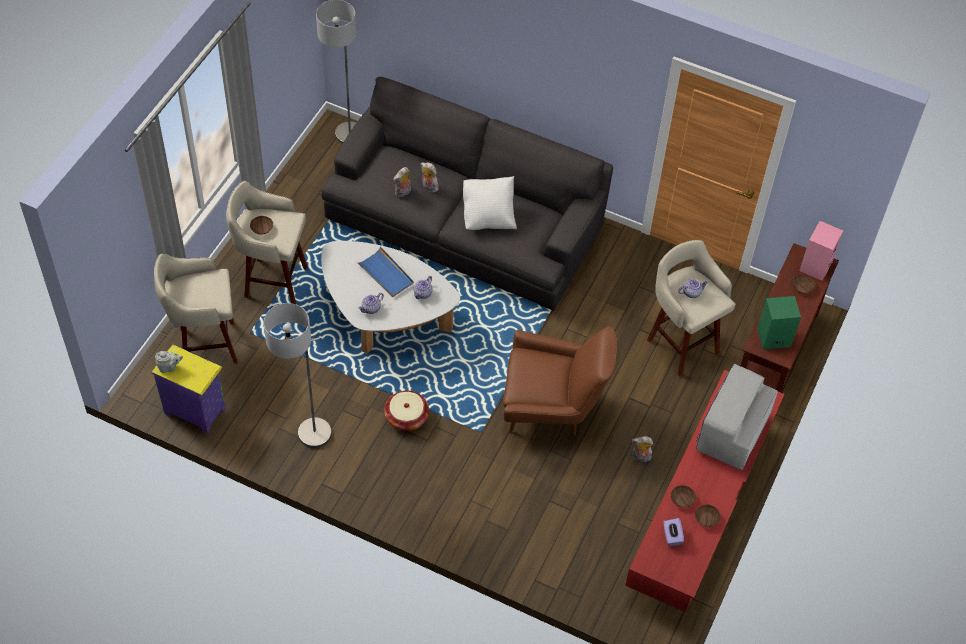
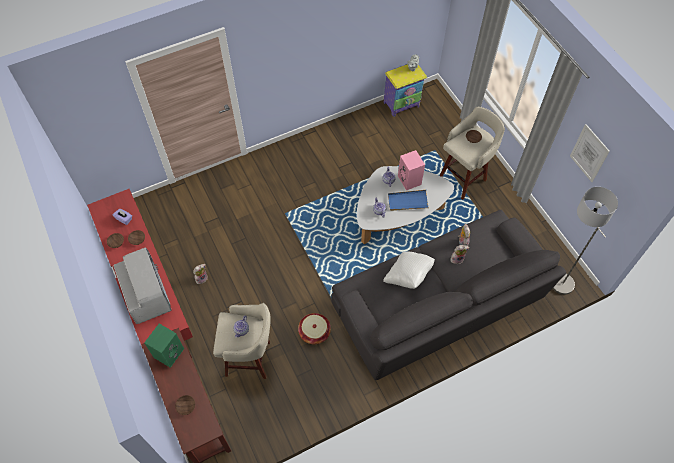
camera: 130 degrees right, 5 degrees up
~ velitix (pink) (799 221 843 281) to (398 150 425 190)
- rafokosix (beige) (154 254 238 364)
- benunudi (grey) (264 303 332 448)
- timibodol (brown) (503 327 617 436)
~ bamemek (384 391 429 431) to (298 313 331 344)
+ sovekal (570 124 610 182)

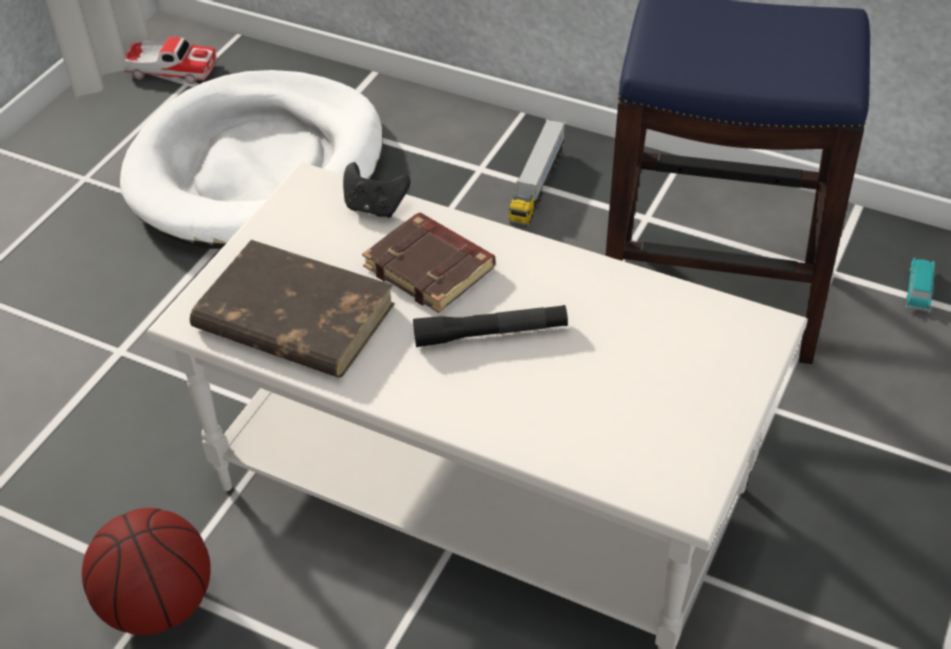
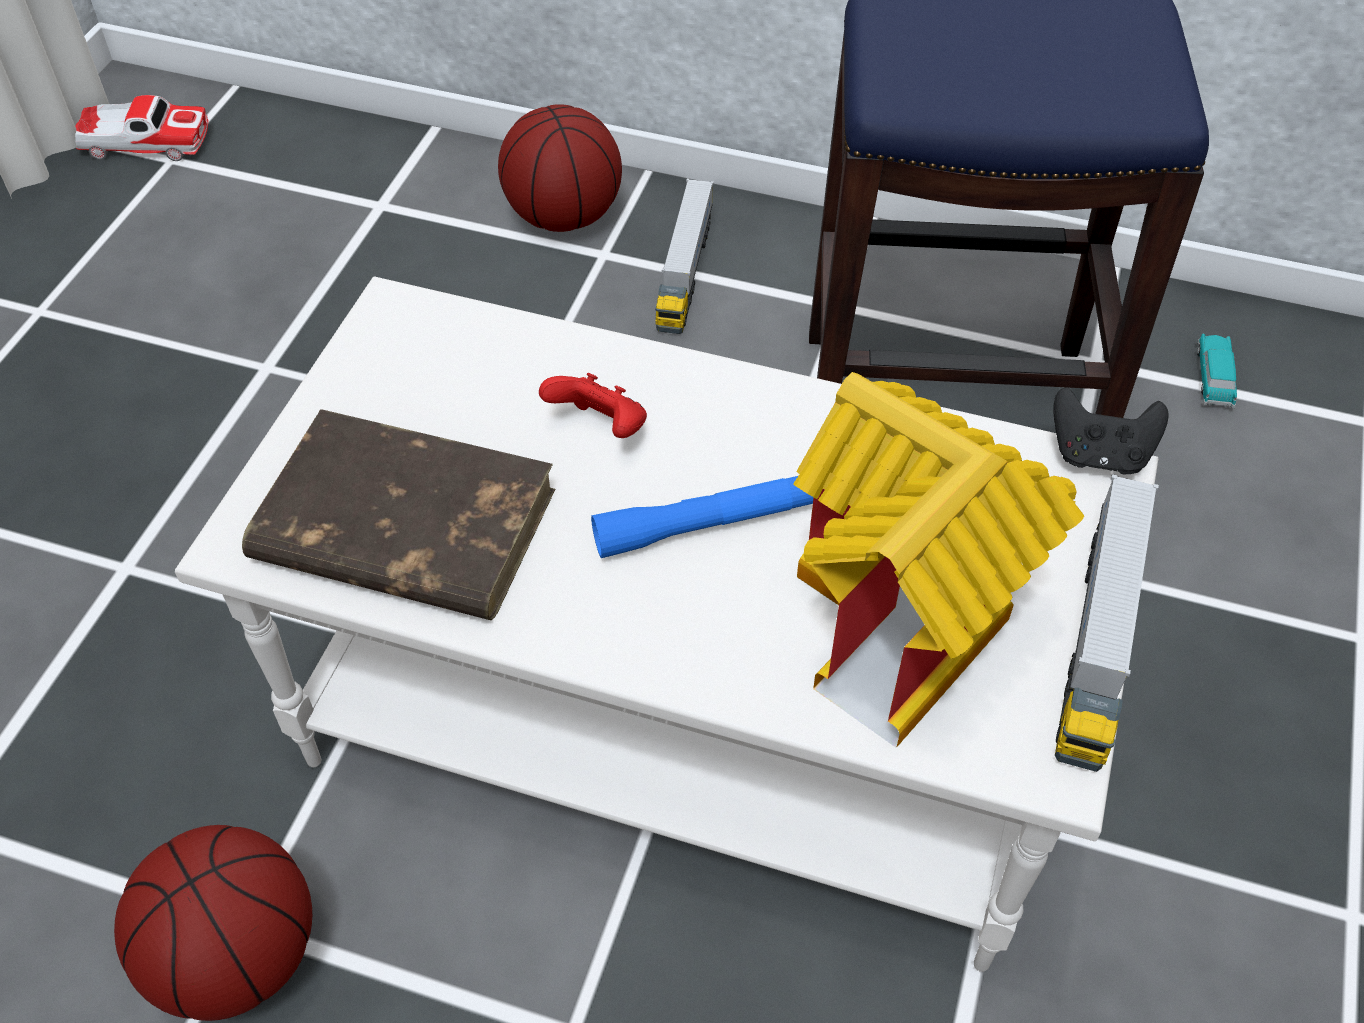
camera: 10 degrees left, 5 degrees up
- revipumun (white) (120 70 382 249)
~ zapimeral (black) (343 162 410 218) to (1053 387 1169 474)
~ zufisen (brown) (362 213 495 313) to zapimeral (red) (539 373 647 438)
~ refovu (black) (413 305 568 347) to refovu (blue) (591 476 814 558)
+ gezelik (498 104 622 232)
+ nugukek (793 372 1084 748)
+ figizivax (1055 474 1159 772)

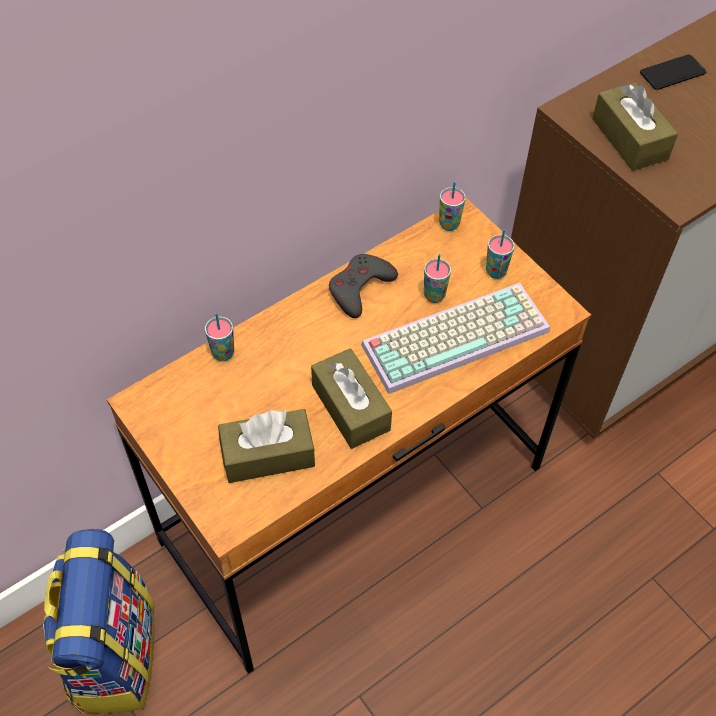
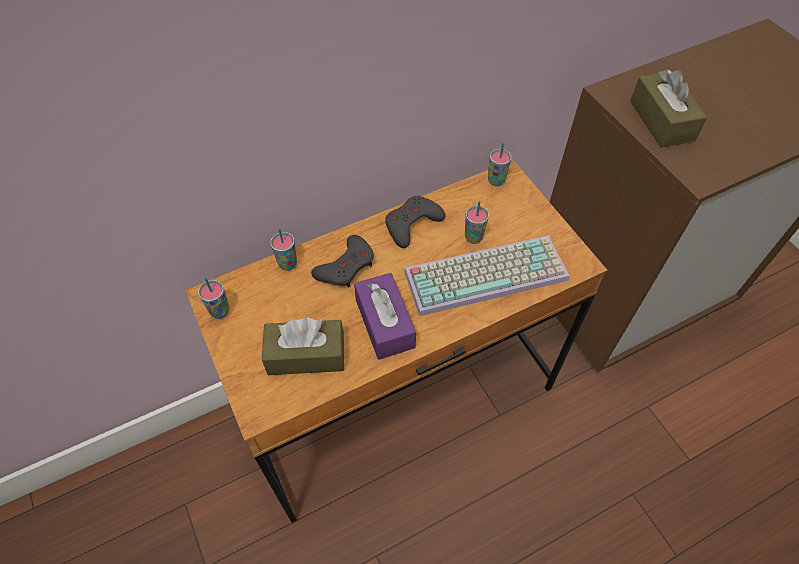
camera: 10 degrees right, 0 degrees up
- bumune (640 54 706 90)
~ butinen (486 230 515 279) to (198 278 230 319)
~ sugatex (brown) (311 349 392 449) to sugatex (purple) (354 273 416 360)
- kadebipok (43 529 154 714)
+ zapimeral (grey) (311 235 374 288)

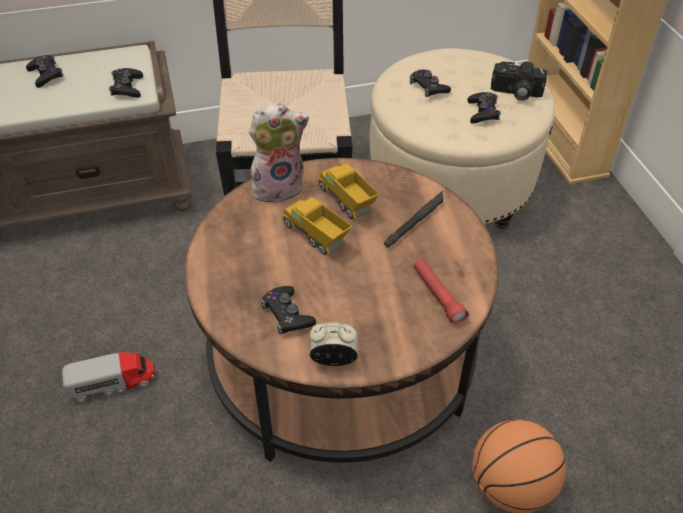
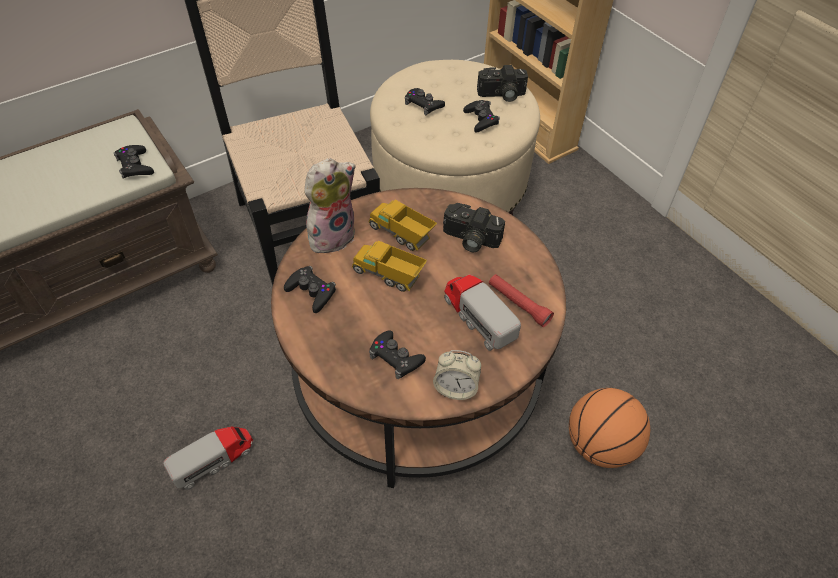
camera: 20 degrees left, 5 degrees up
~ zapimeral (black) (26 55 64 88) to (284 266 336 313)
~ refovu (black) (384 191 443 248) to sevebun (443 203 505 252)
~ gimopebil (310 322 359 366) = (433 350 481 400) 150 degrees counterclockwise
+ figizivax (444 274 521 351)

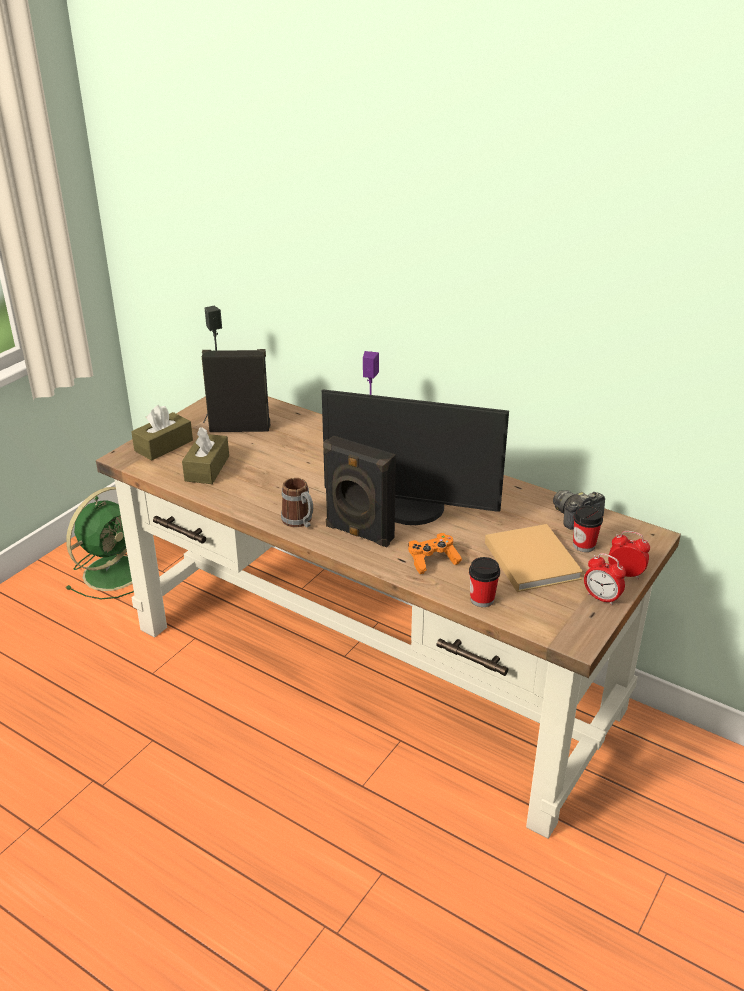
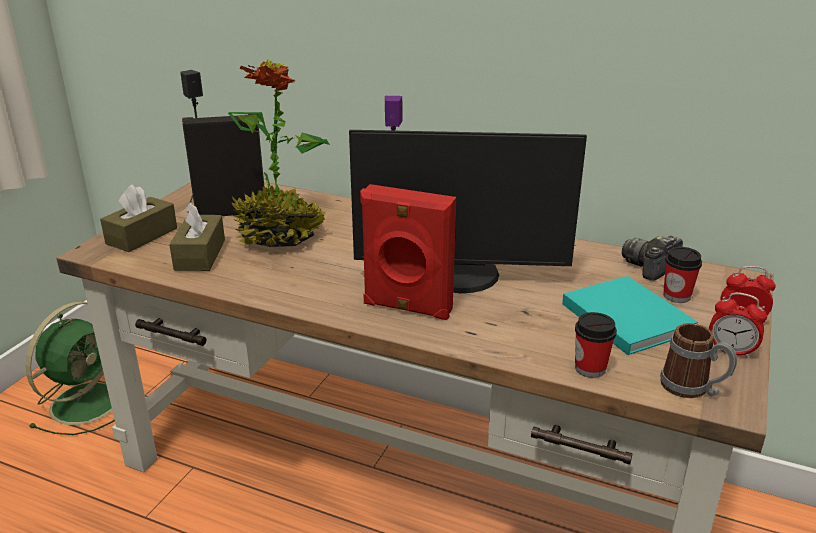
camera: 10 degrees left, 5 degrees down
~ velitix (black) (323 435 396 547) to velitix (red) (360 184 456 320)
~ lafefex (281 478 313 527) to (660 323 737 398)
~ zufisen (beige) (485 524 583 592) to zufisen (turquoise) (562 276 698 355)
- zapimeral (orange) (408 533 462 574)
+ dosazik (228 59 330 247)

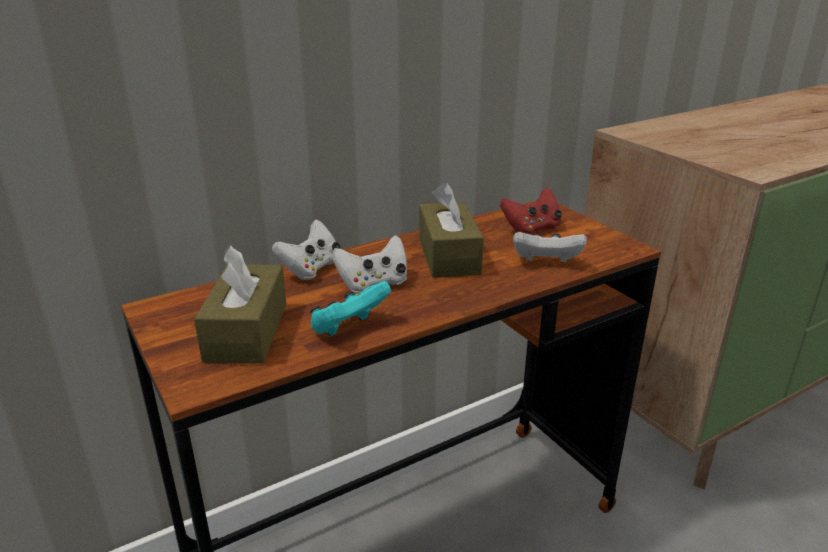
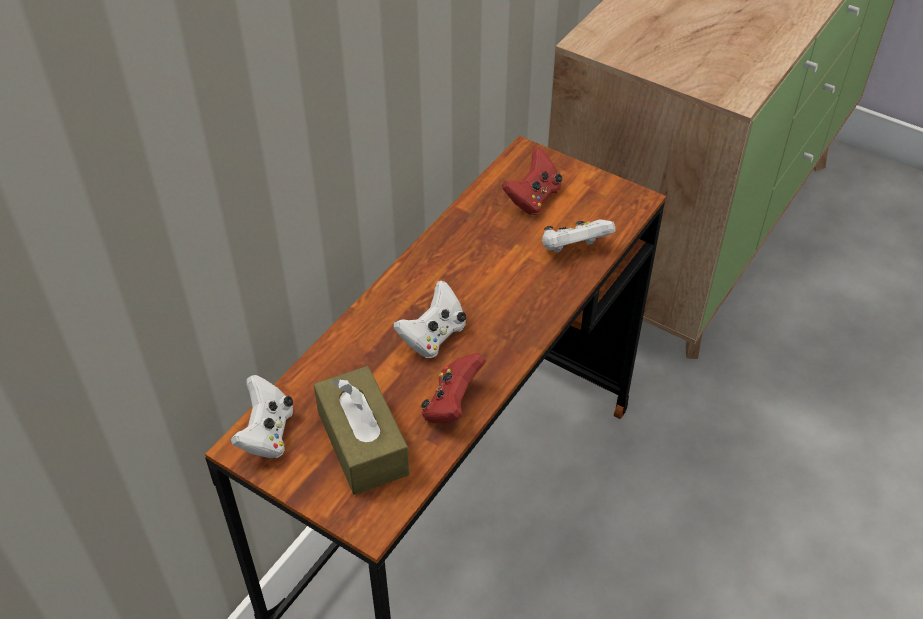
camera: 25 degrees left, 20 degrees up
- sugatex (brown) (419 182 484 278)
~ zapimeral (white) (272 219 341 280) to (230 375 293 458)
~ zapimeral (turquoise) (310 281 392 336) to zapimeral (red) (421 353 486 424)

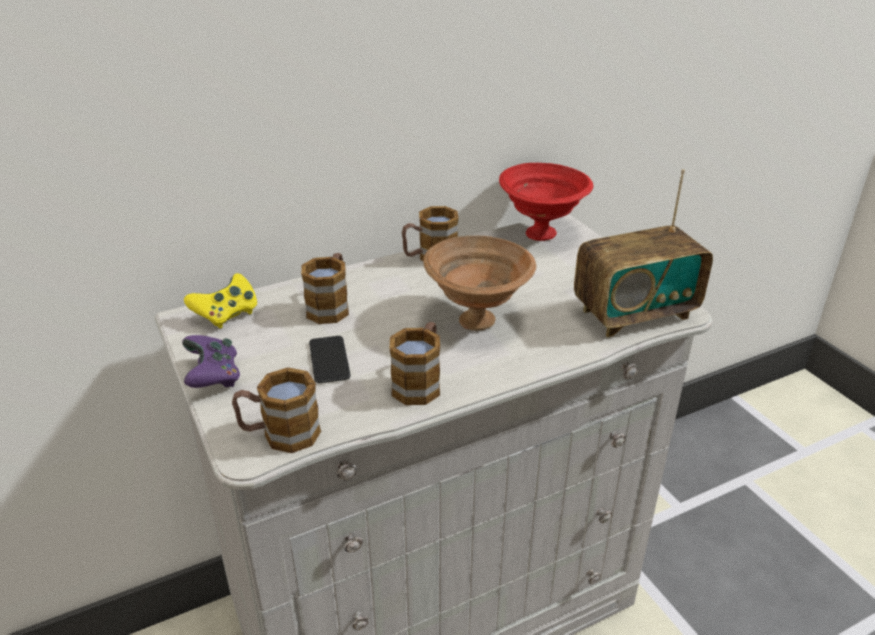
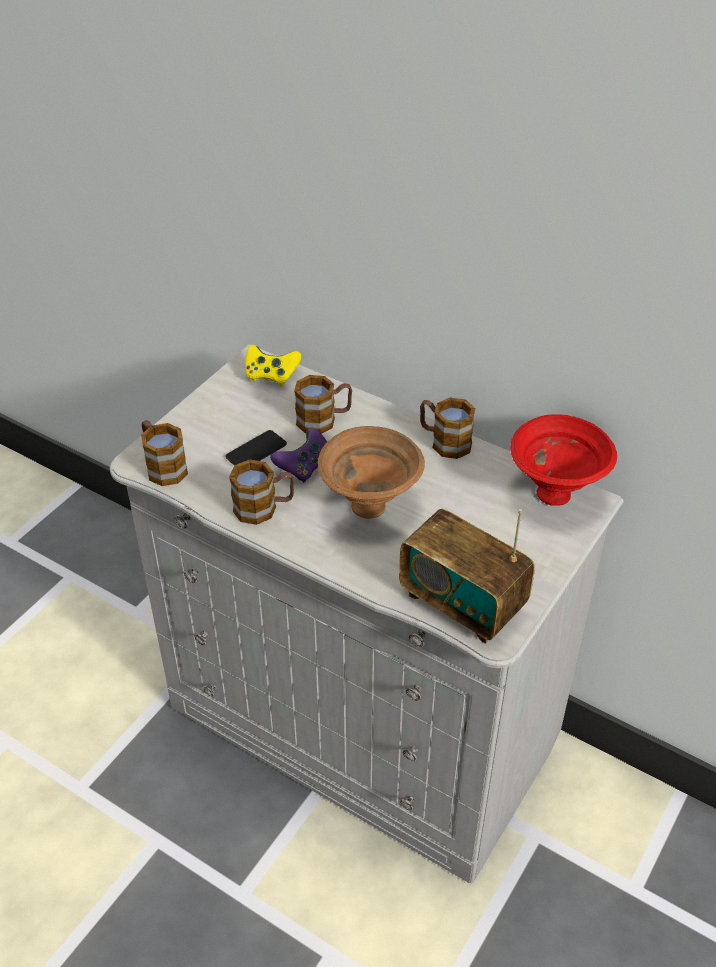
camera: 60 degrees right, 10 degrees up
~ zapimeral (purple) (182 335 240 388) to (270 428 327 483)

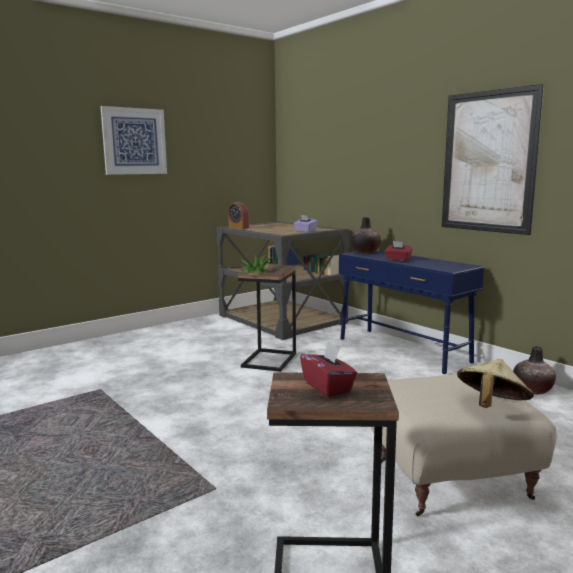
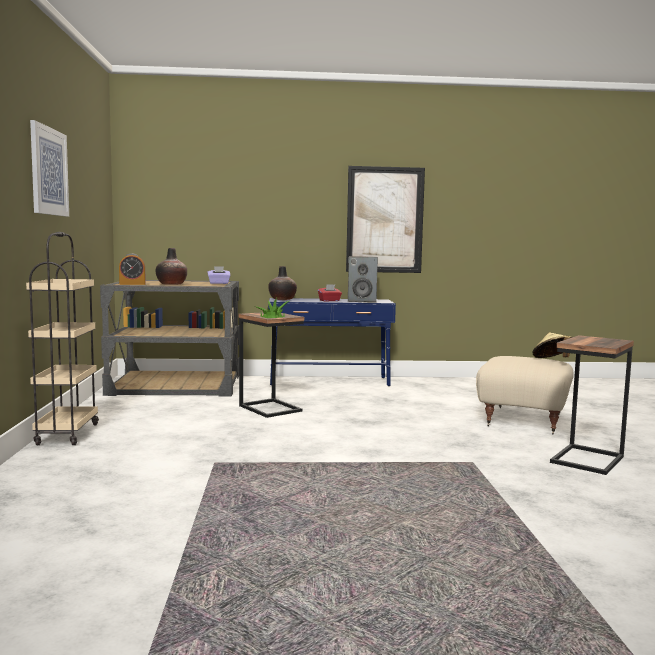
camera: 55 degrees left, 5 degrees down
- sugatex (red) (300 343 357 397)
~ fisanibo (513 346 556 394) to (156 248 187 285)
+ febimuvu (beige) (26 232 99 445)
+ velitix (348 256 378 303)

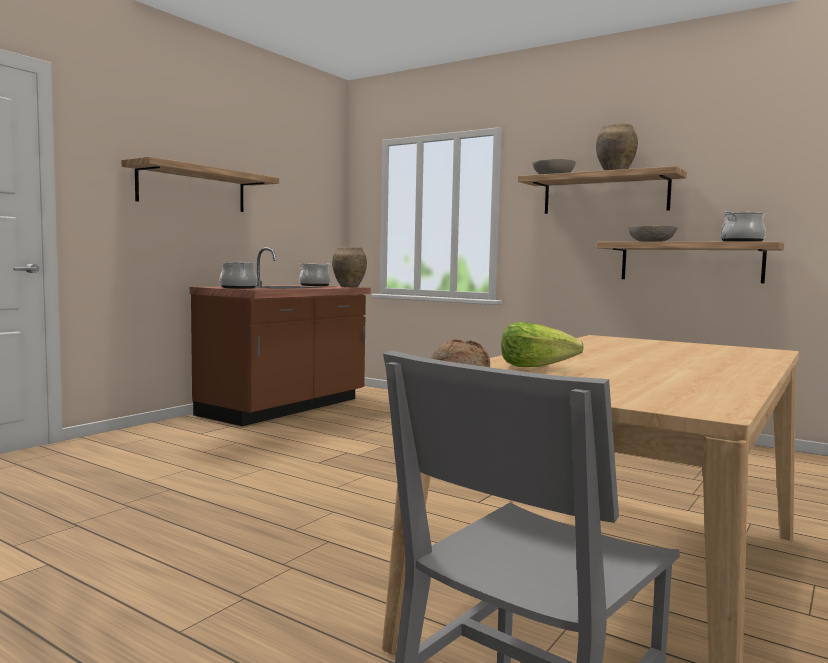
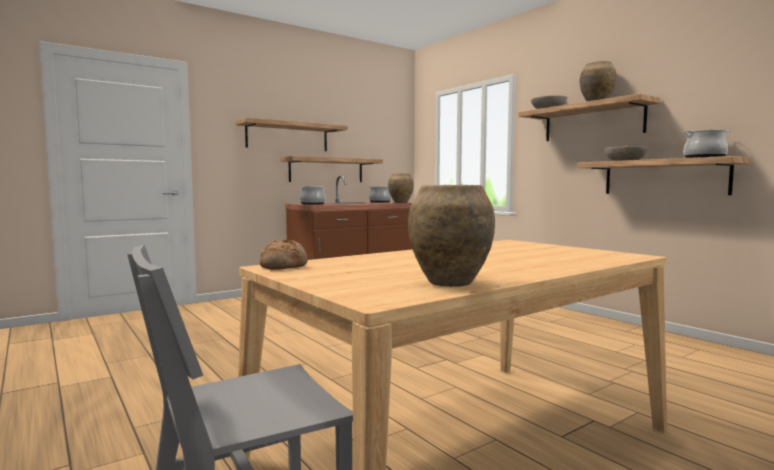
camera: 20 degrees right, 0 degrees up
- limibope (501 322 584 367)
+ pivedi (280 156 383 182)
+ fisanibo (brown) (408 185 495 287)

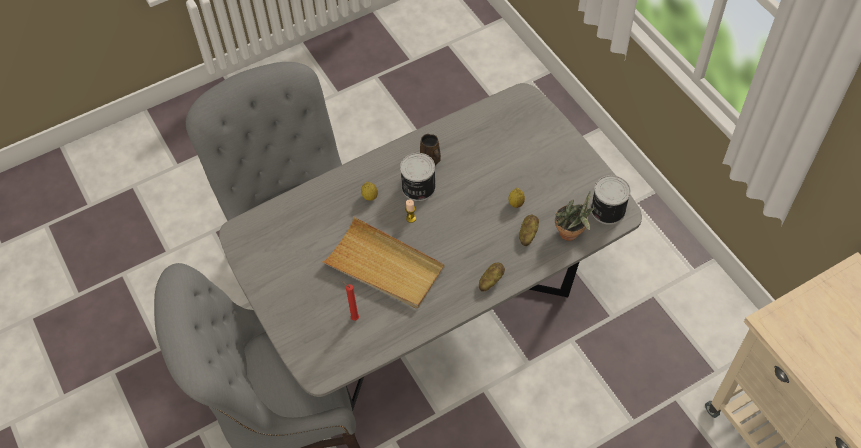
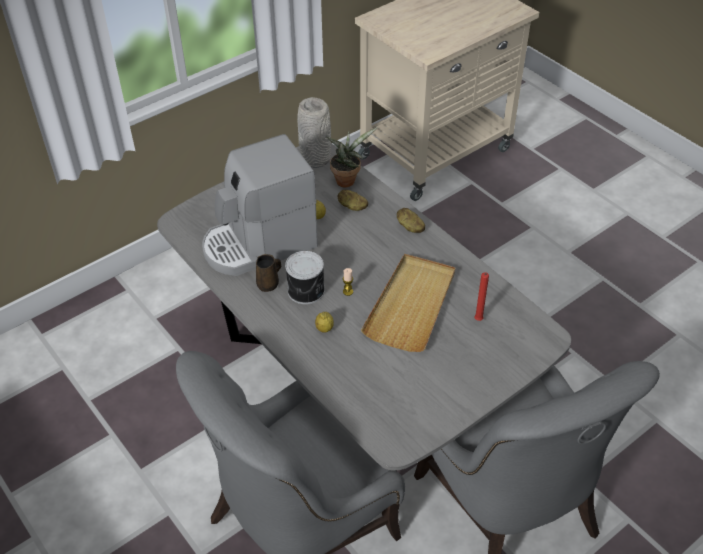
camera: 100 degrees left, 10 degrees down
~ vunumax (591 175 631 225) to fisanibo (grey) (297 97 331 168)
+ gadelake (202 134 318 276)

